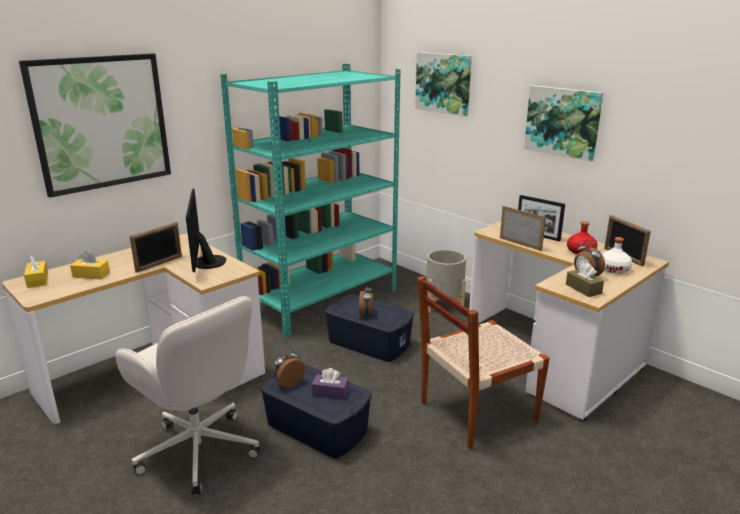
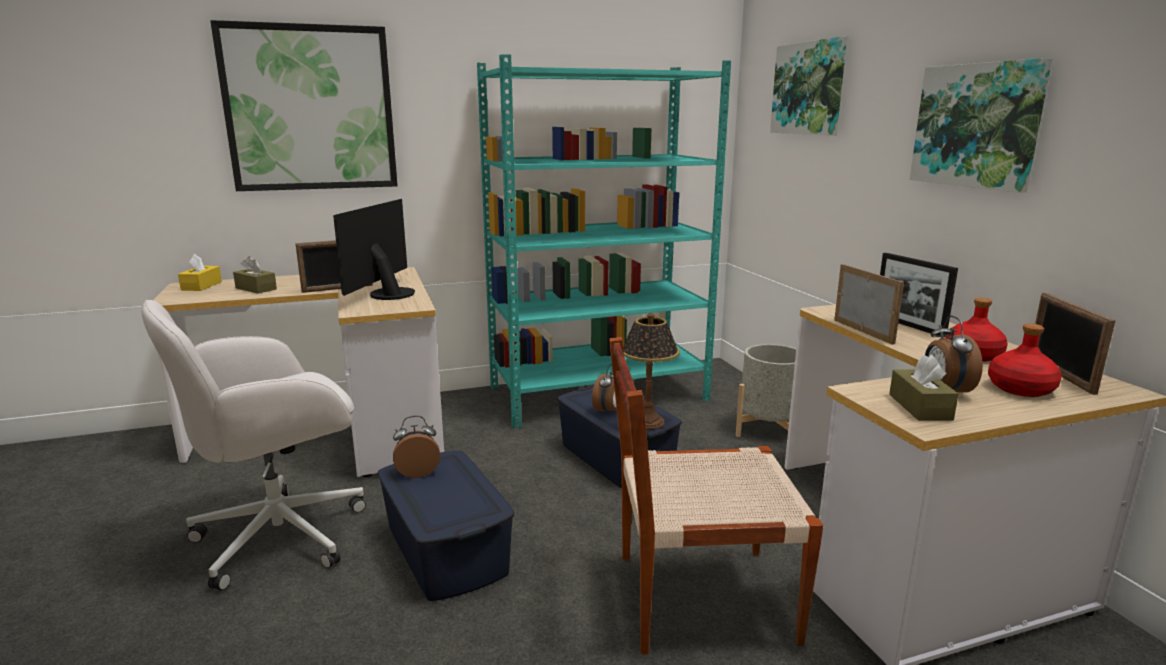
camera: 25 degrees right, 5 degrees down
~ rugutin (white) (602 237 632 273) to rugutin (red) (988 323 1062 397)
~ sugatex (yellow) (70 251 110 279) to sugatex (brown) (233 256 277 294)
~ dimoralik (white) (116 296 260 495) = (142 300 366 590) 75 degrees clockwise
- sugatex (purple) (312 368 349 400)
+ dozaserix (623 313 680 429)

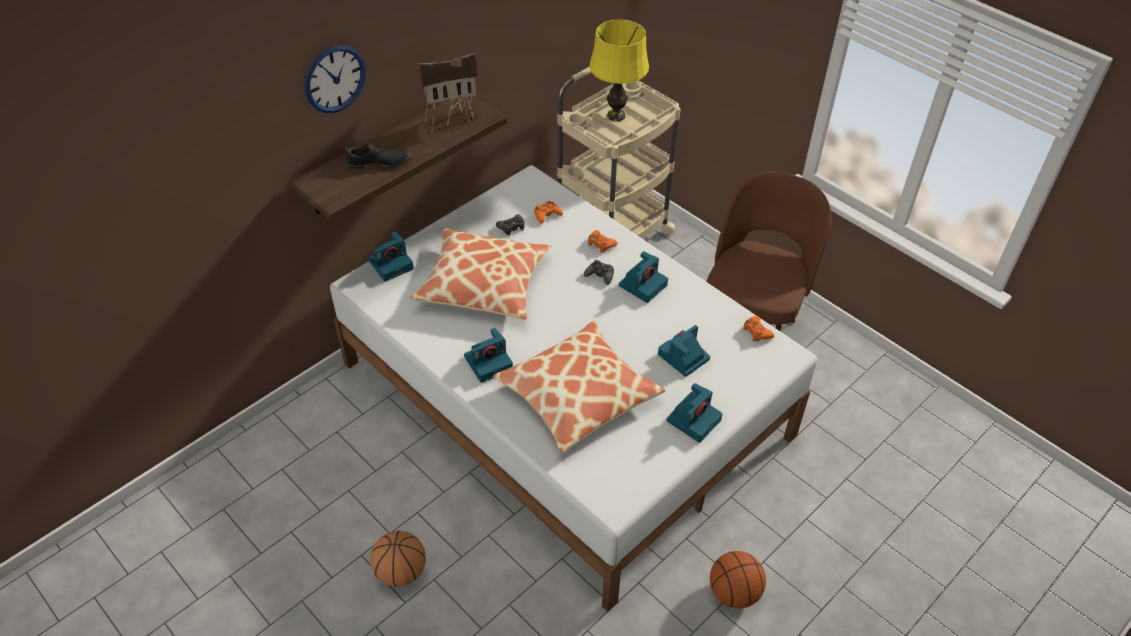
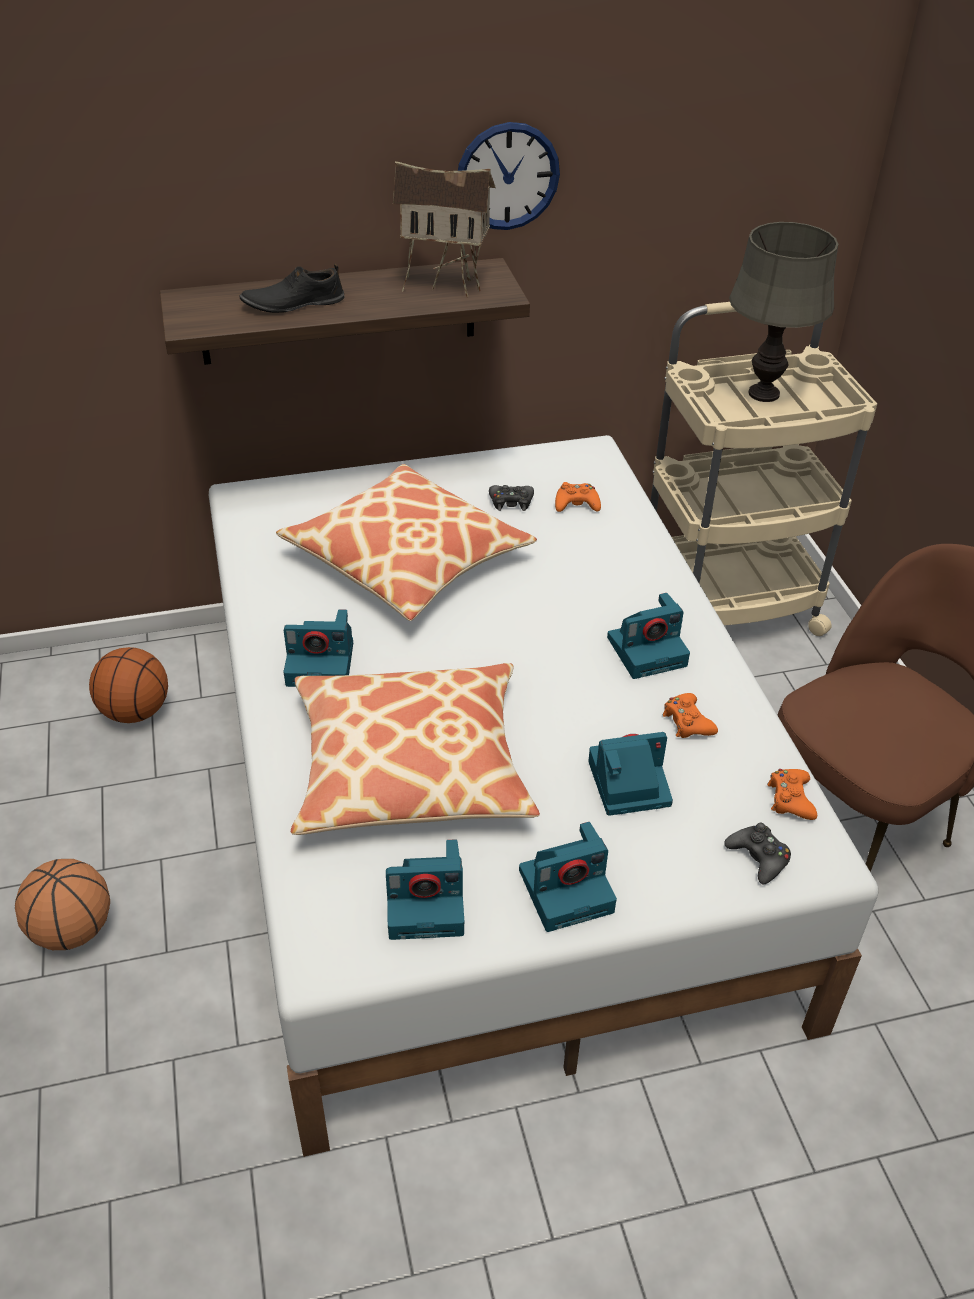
camera: 30 degrees right, 5 degrees down
~ dozaserix (yellow) (589 19 649 121) to dozaserix (grey) (729 222 838 402)
~ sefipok (305 45 366 113) to (458 122 560 230)
~ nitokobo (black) (345 143 410 168) = (239 264 344 313) 135 degrees clockwise
~ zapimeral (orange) (588 230 617 253) to (662 693 718 738)
~ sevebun (368 232 414 282) to (386 839 464 940)
~ zapimeral (black) (584 260 614 285) to (724 823 791 884)
~ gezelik (710 551 766 608) to (89 647 168 723)

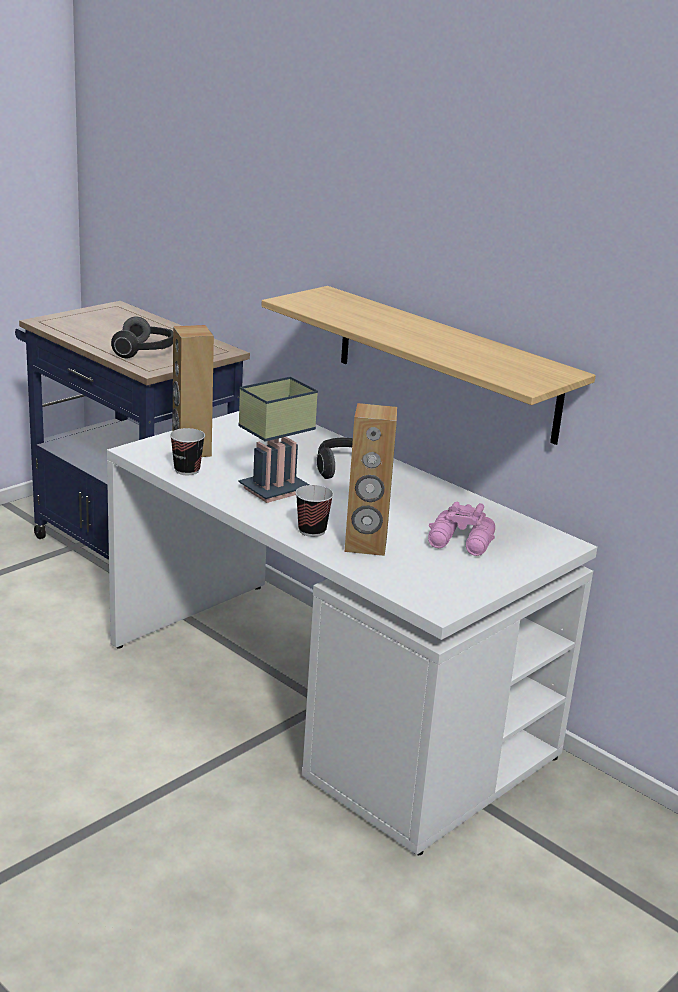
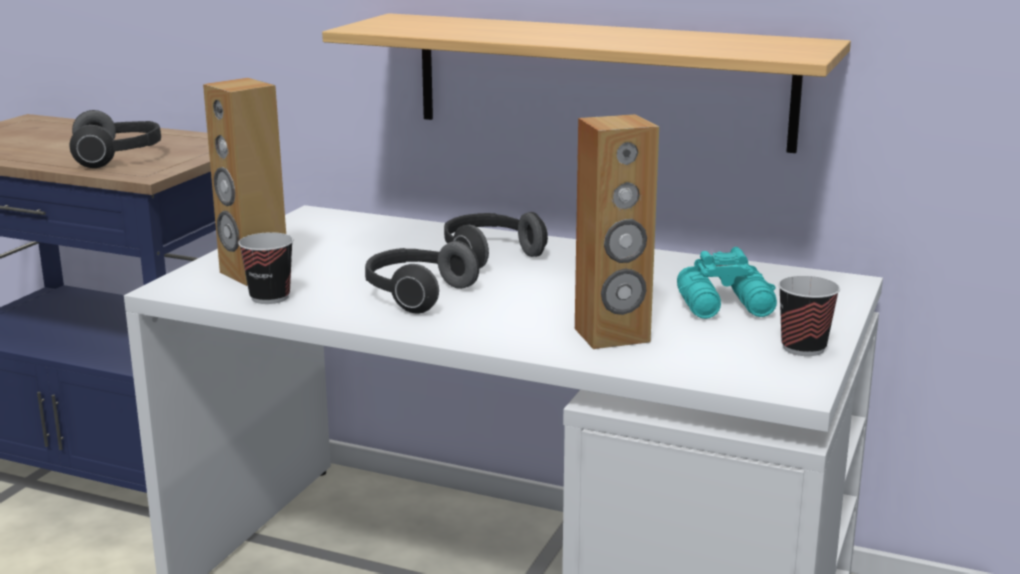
camera: 20 degrees left, 5 degrees down
~ dozaserix (238 377 318 503) to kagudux (365 241 479 314)
~ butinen (295 485 334 537) to (778 276 840 356)
~ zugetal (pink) (428 501 495 556) to zugetal (turquoise) (677 247 777 319)

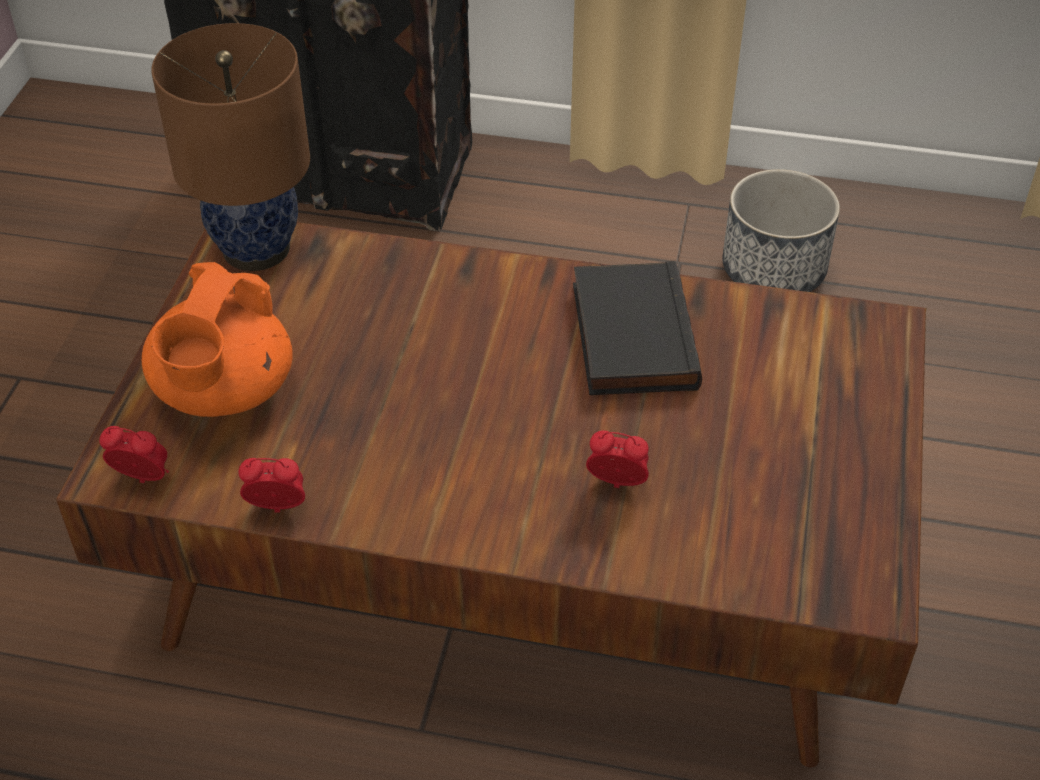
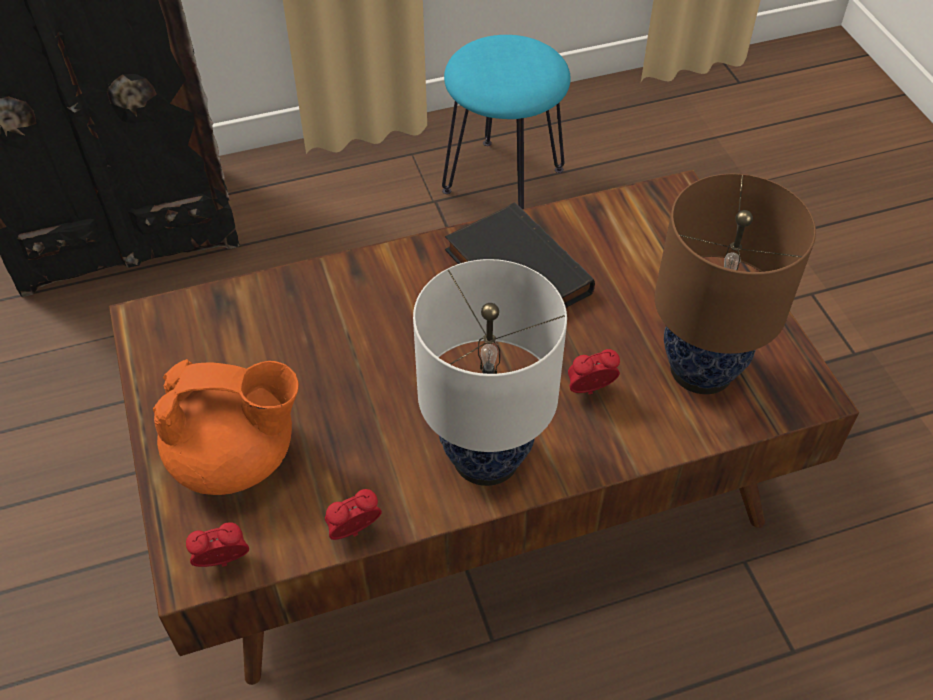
camera: 30 degrees left, 5 degrees up
~ dozaserix (brown) (151 23 310 271) to (655 174 816 394)
~ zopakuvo (722 169 840 292) to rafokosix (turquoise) (442 35 571 209)
~ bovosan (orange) (142 262 293 417) = (153 359 299 495) 75 degrees counterclockwise
+ dozaserix (white) (413 259 567 486)

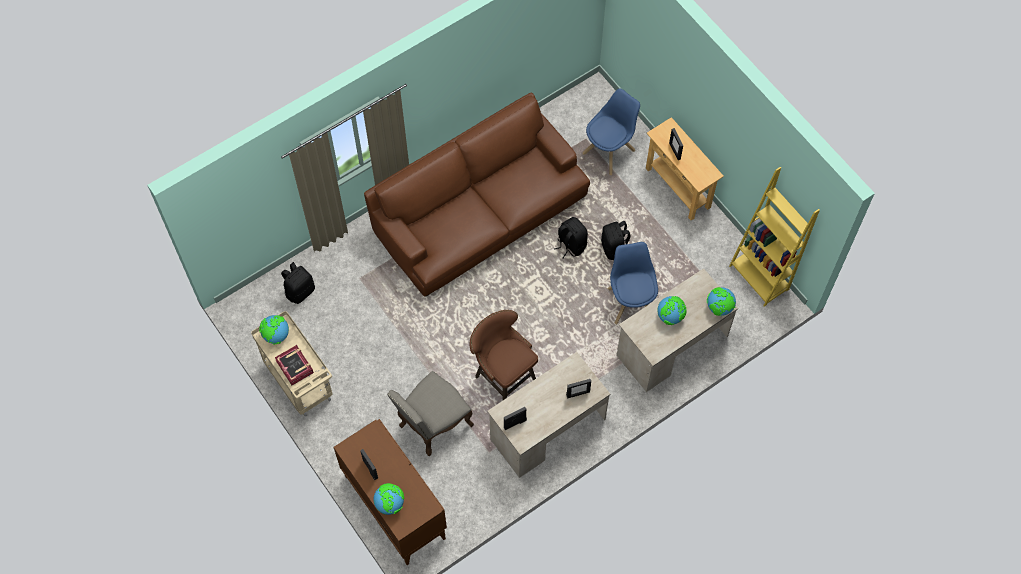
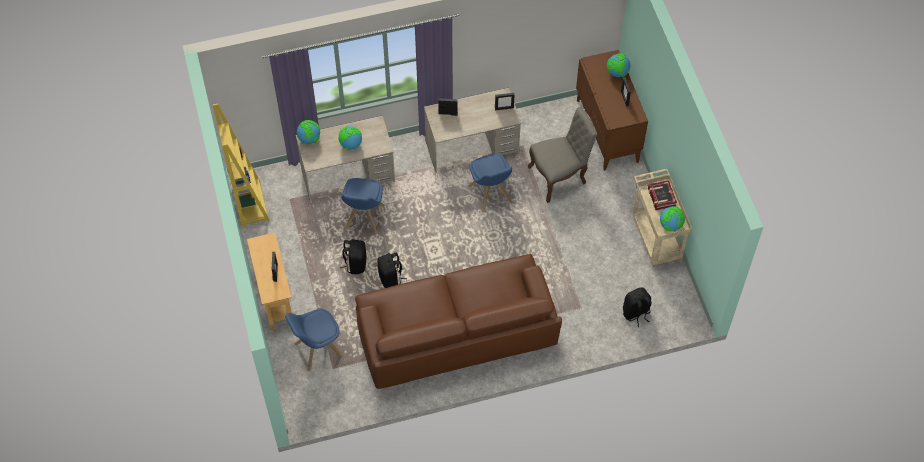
camera: 160 degrees left, 5 degrees down
~ rafokosix (brown) (470 310 538 400) to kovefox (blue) (468 153 512 213)

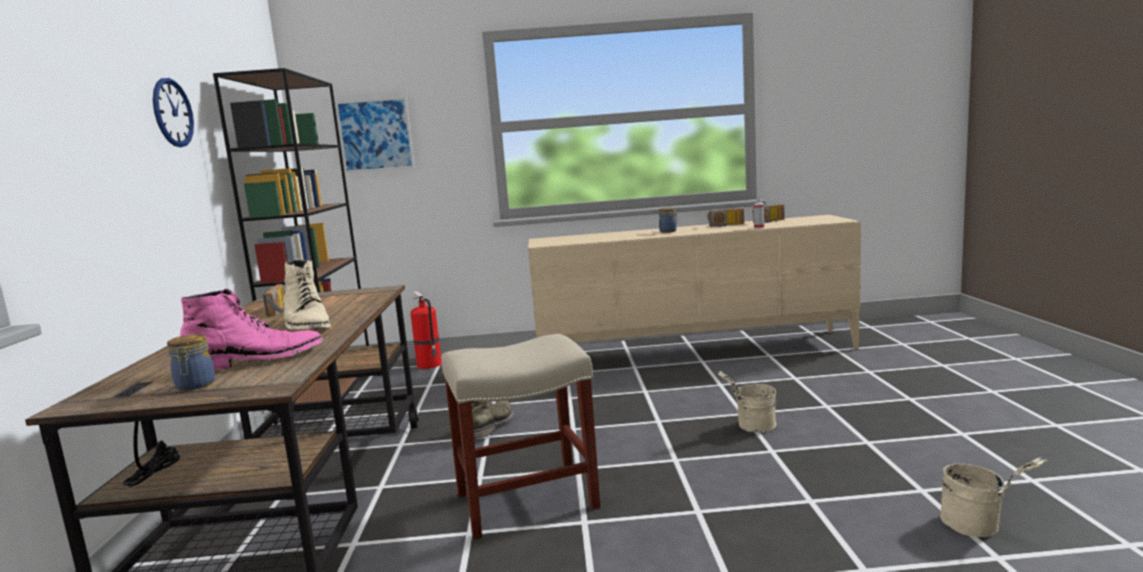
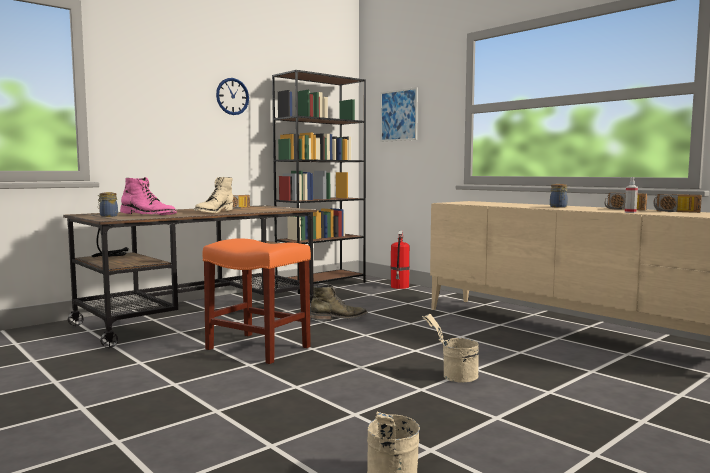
camera: 50 degrees right, 5 degrees down
~ rafokosix (beige) (441 334 601 539) to rafokosix (orange) (203 238 311 364)

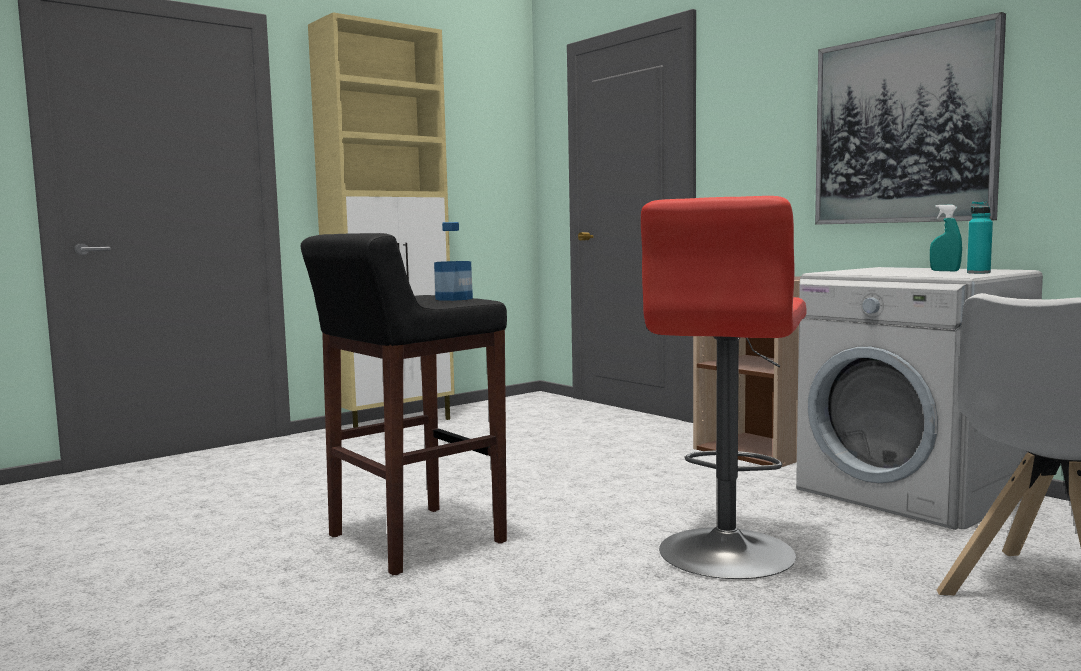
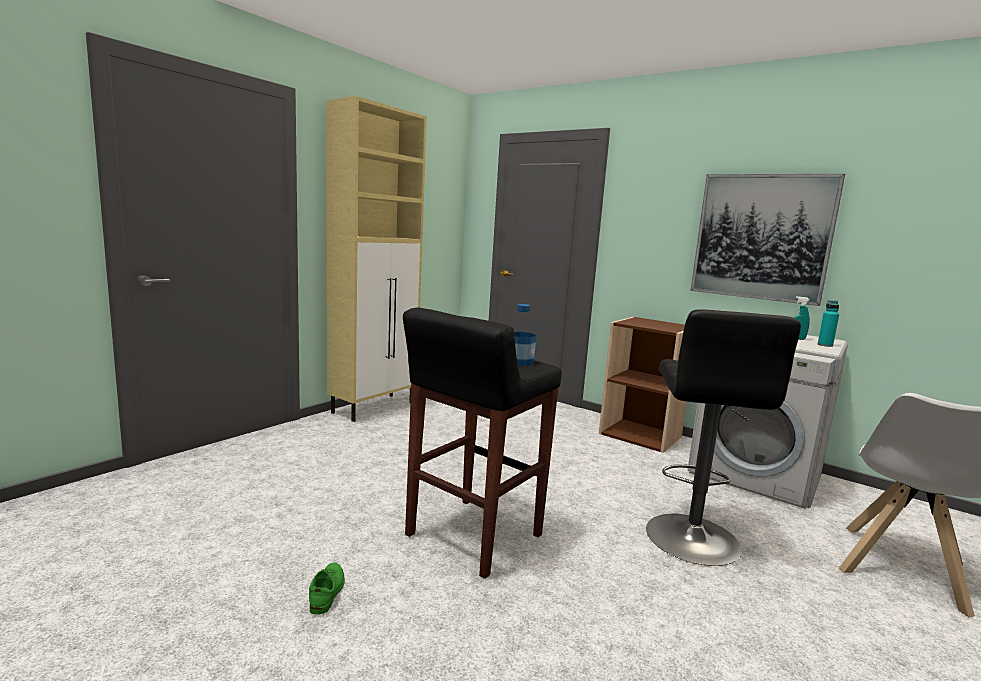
camera: 15 degrees left, 5 degrees up
~ rafokosix (red) (641 196 807 579) to rafokosix (black) (646 309 801 566)
+ nitokobo (green) (309 562 345 615)

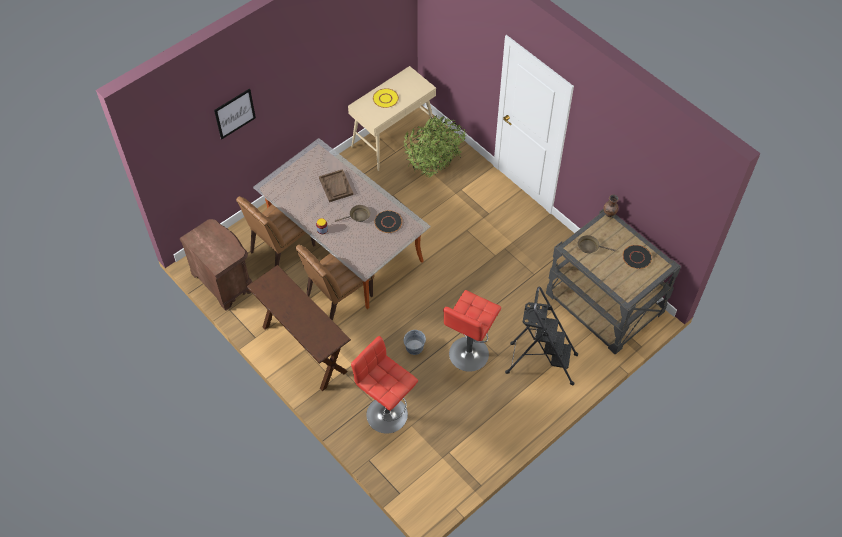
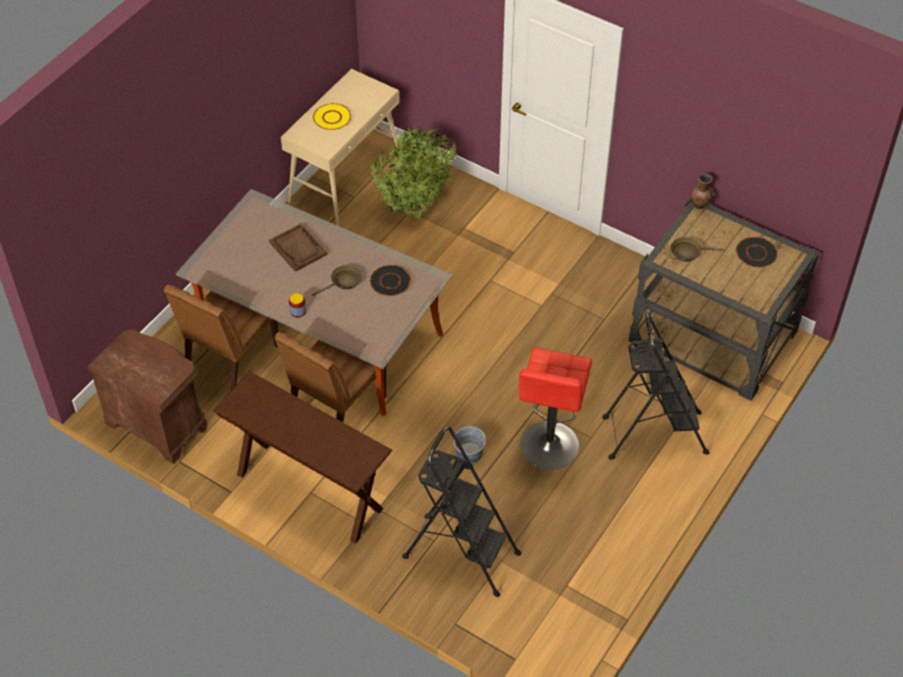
camera: 15 degrees left, 5 degrees down
- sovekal (214 88 256 139)
~ rafokosix (red) (351 336 418 434) to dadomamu (402 426 521 597)

